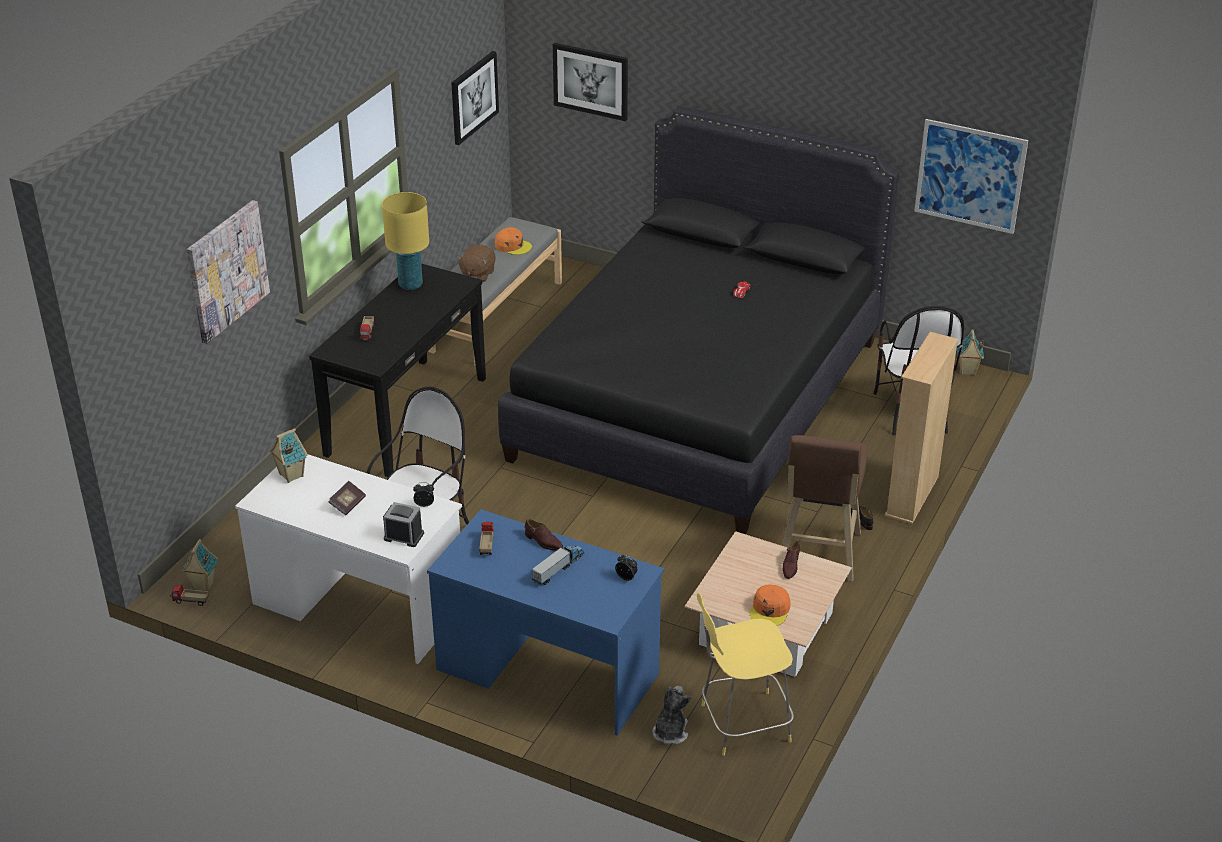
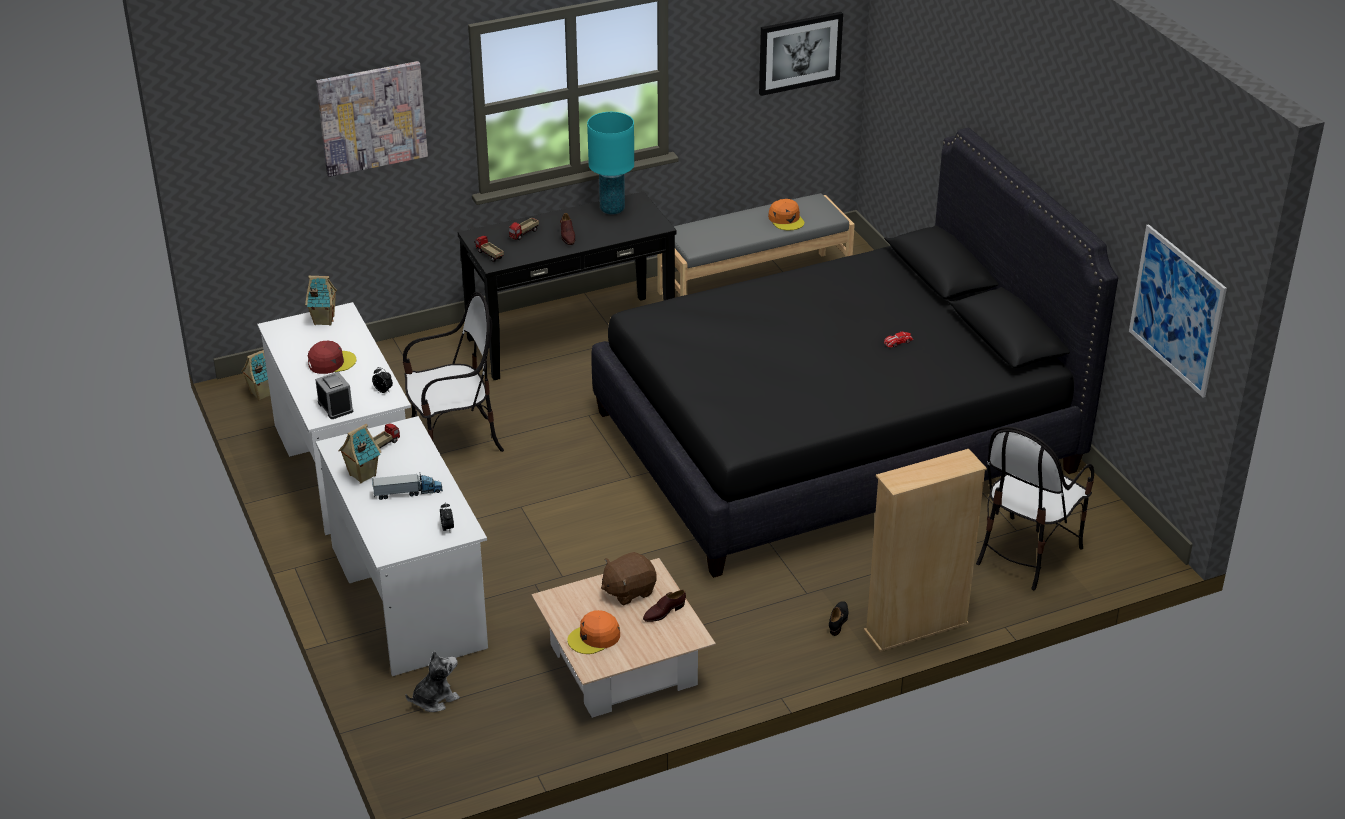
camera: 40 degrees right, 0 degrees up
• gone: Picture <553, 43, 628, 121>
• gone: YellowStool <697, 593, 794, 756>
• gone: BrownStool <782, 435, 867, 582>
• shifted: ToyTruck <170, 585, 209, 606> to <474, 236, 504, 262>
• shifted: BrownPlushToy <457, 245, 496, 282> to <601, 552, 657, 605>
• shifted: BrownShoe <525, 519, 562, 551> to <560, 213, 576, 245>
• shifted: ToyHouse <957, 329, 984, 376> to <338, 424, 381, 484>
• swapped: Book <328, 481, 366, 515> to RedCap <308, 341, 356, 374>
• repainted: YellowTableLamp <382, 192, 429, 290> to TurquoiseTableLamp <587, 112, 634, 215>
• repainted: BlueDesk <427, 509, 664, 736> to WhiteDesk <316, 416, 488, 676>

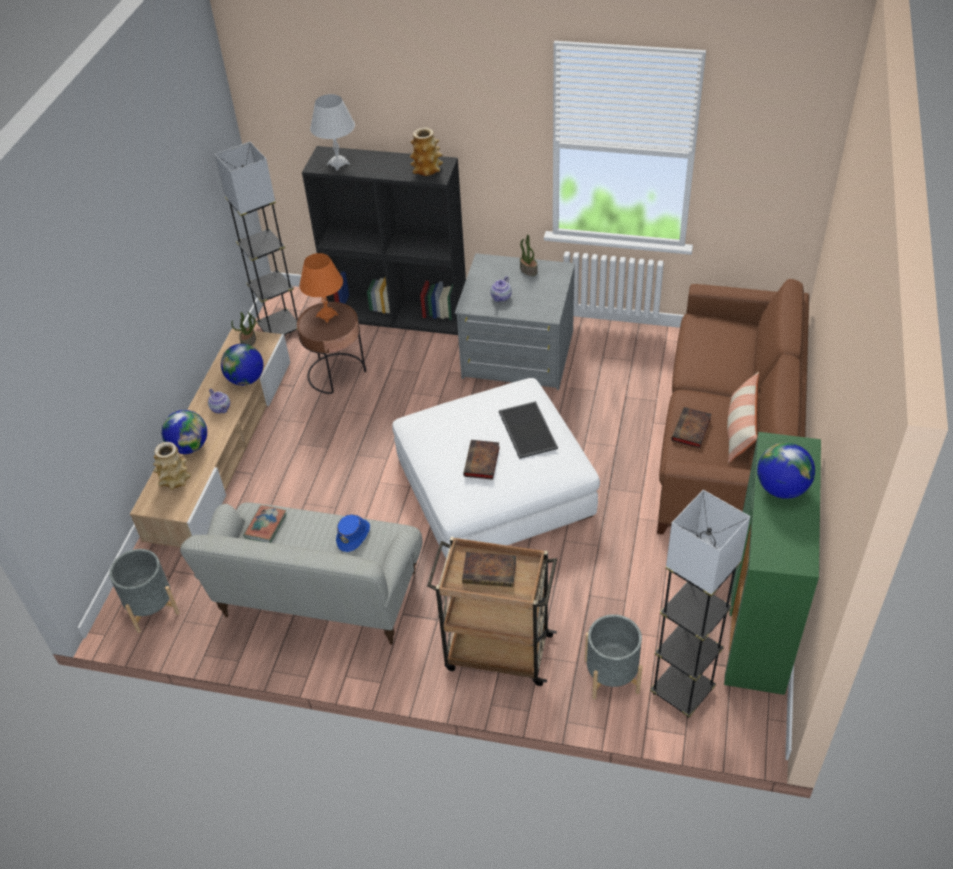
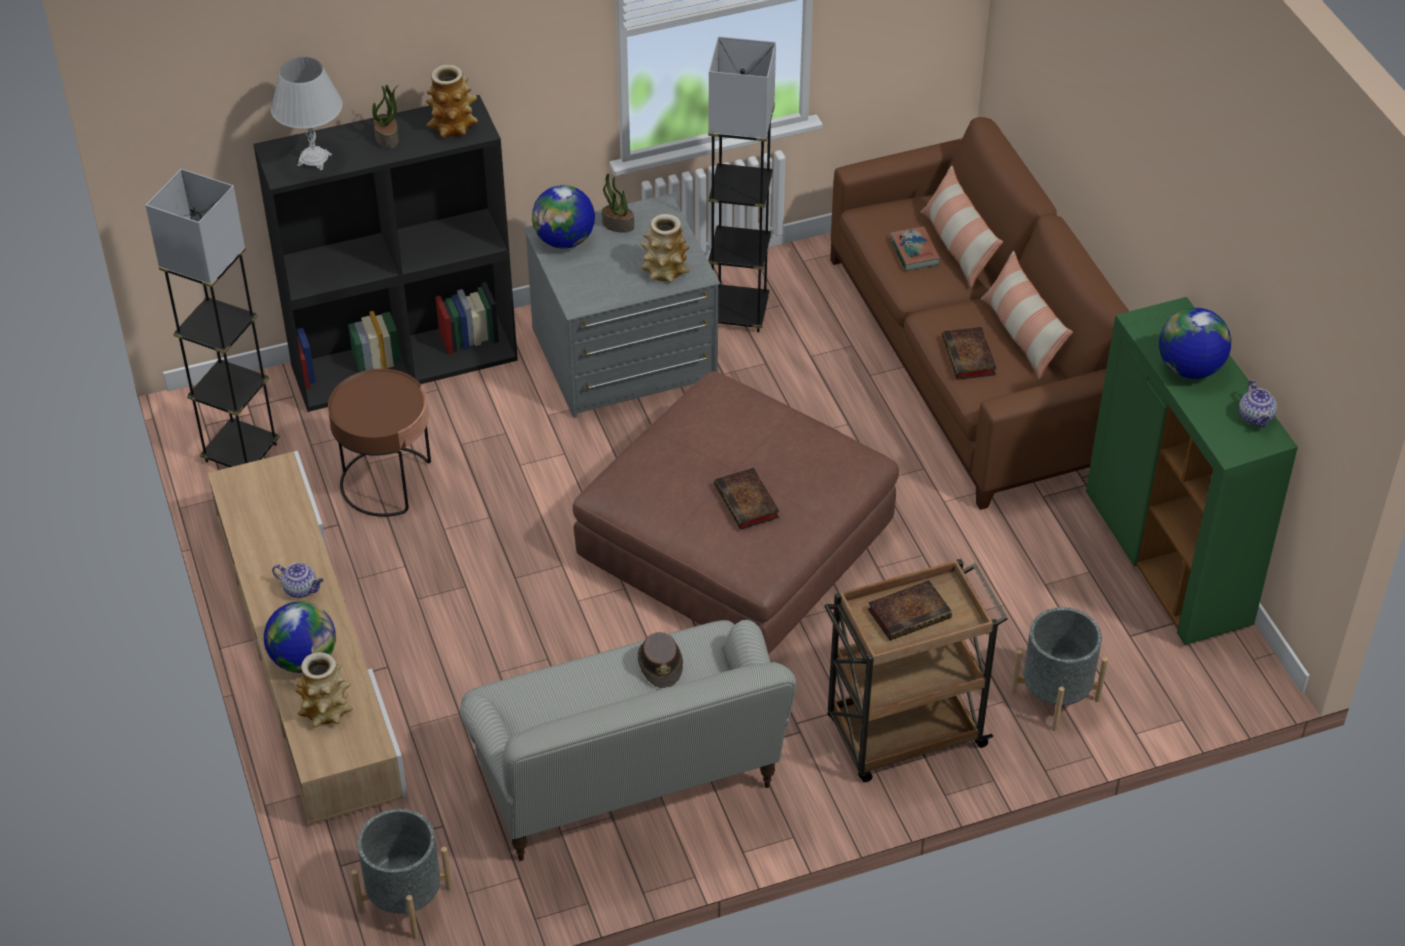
camera: 35 degrees left, 0 degrees up
• gone: OrangeTableLamp <299, 253, 343, 323>
• gone: Tray <499, 401, 558, 459>
• new: Vase <641, 214, 690, 283>
• new: Pillow <921, 166, 1003, 288>
• shifted: Globe <221, 344, 263, 386> to <532, 185, 595, 248>
• shifted: PottedPlant <231, 312, 256, 346> to <372, 85, 399, 149>
• shifted: Book <243, 505, 287, 543> to <889, 227, 941, 271>
• shifted: Teapot <490, 276, 512, 302> to <1239, 380, 1277, 428>
• shifted: GreyFloorLamp <650, 490, 751, 718> to <708, 36, 776, 333>
• repainted: BlueHat <336, 514, 370, 552> to BrownHat <638, 632, 683, 688>
• repainted: WhiteOttoman <392, 378, 600, 558> to BrownOttoman <573, 371, 899, 654>

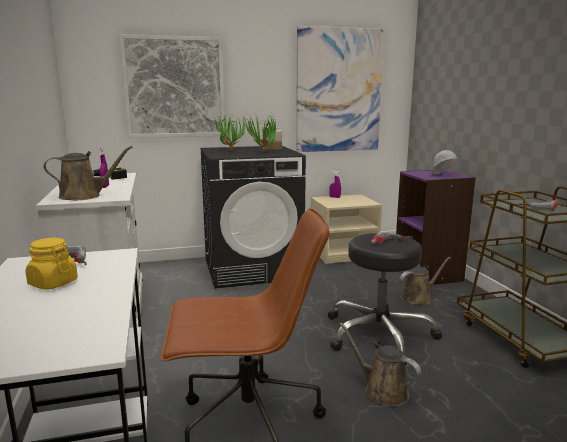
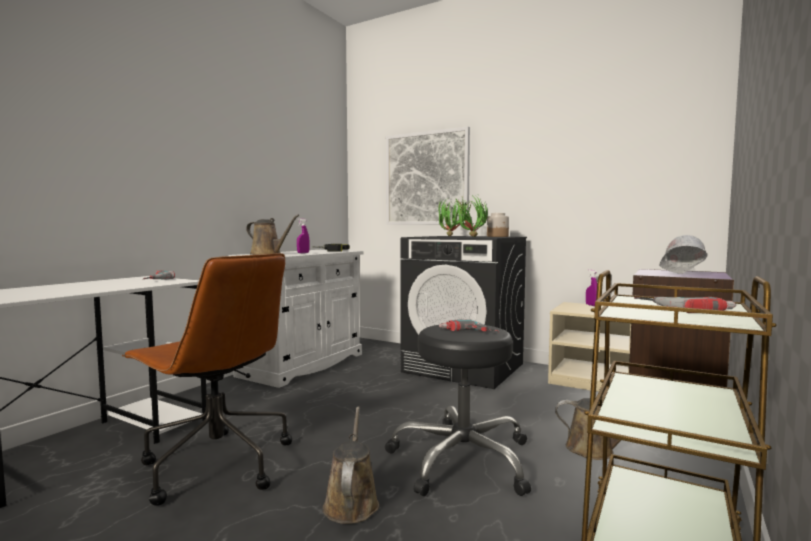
camera: 45 degrees right, 10 degrees down
• gone: YellowJar <25, 238, 78, 290>
• gone: Picture <296, 26, 384, 152>

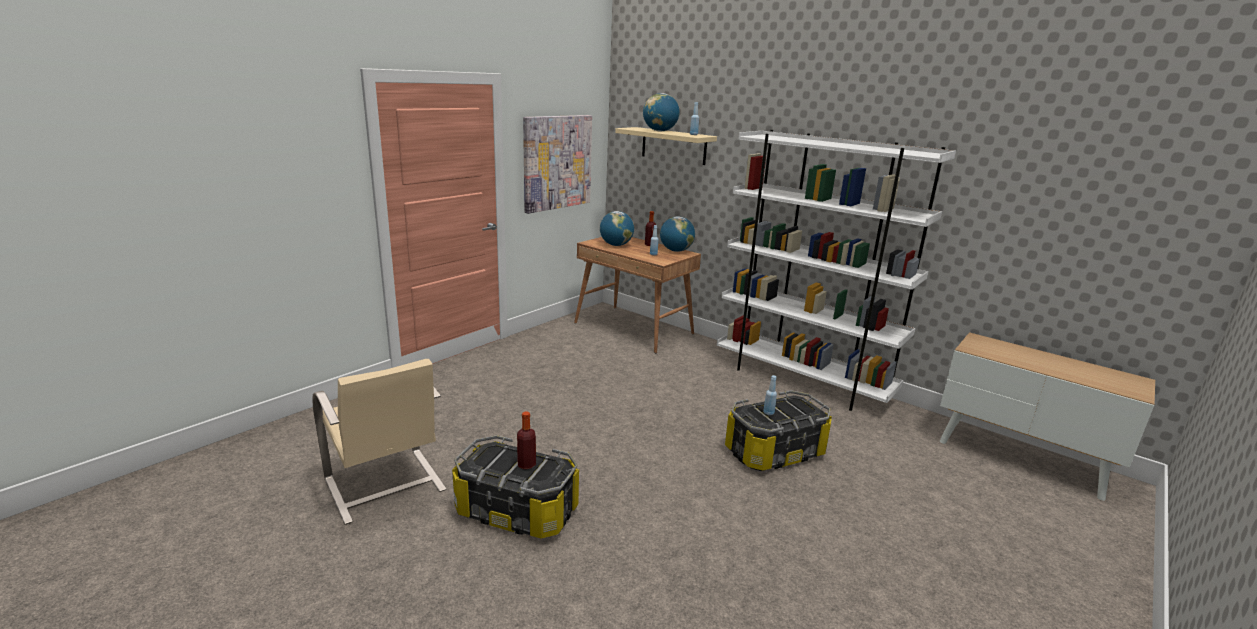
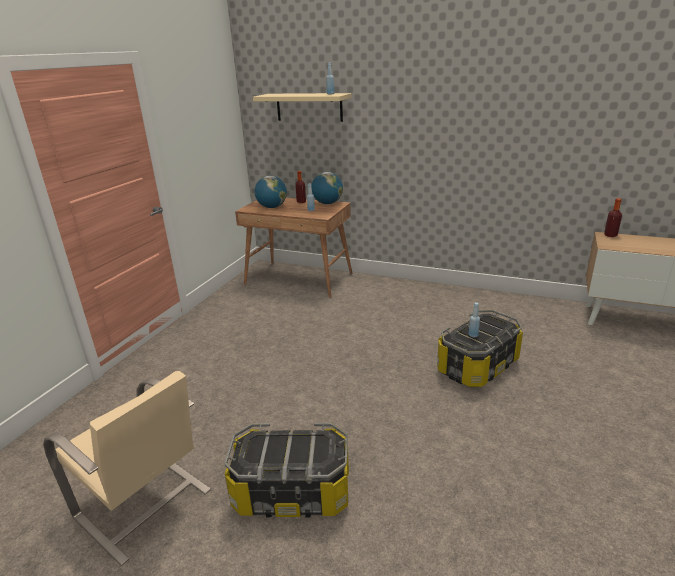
camera: 15 degrees left, 5 degrees up
• gone: Picture <523, 115, 592, 214>
• gone: Globe <643, 93, 679, 132>
• gone: WhiteBookcase <717, 130, 956, 411>
• shifted: Bottle <517, 411, 536, 469> to <604, 198, 622, 237>

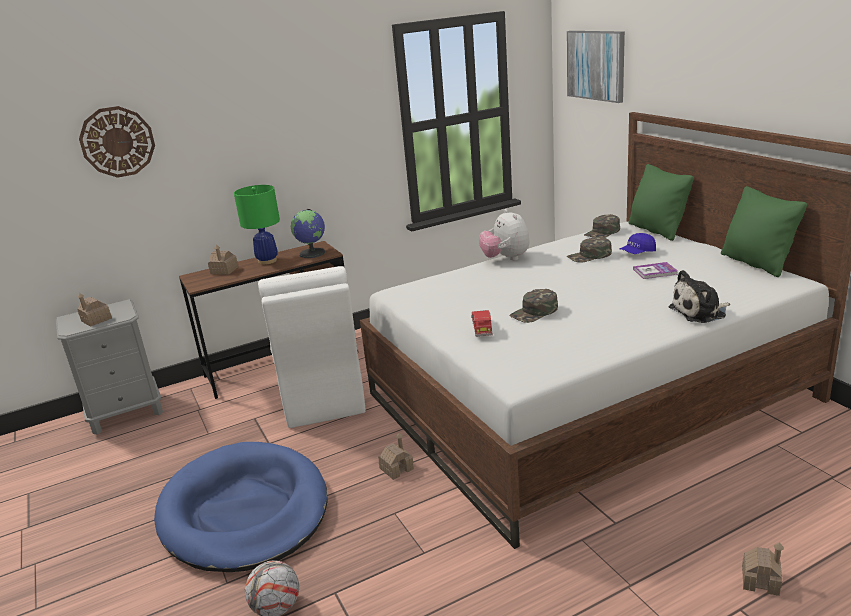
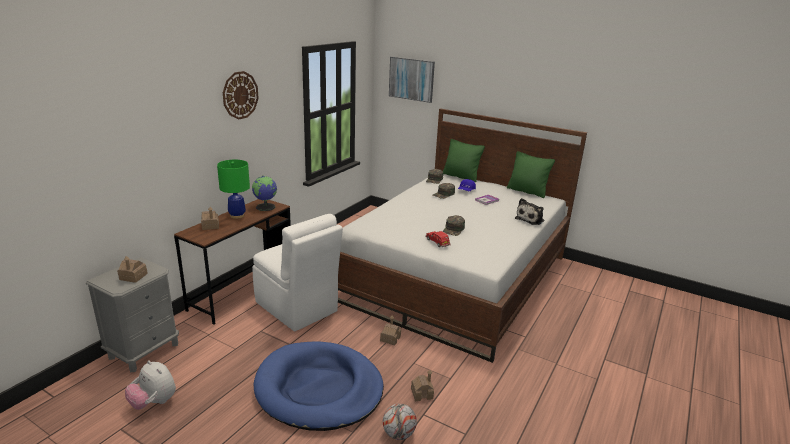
camera: 35 degrees left, 0 degrees up
• shifted: WallClock <79, 106, 155, 178> to <223, 71, 259, 120>
• shifted: PlushToy <479, 209, 530, 261> to <125, 360, 176, 410>
• shifted: ToyHouse <742, 542, 784, 596> to <411, 370, 434, 401>

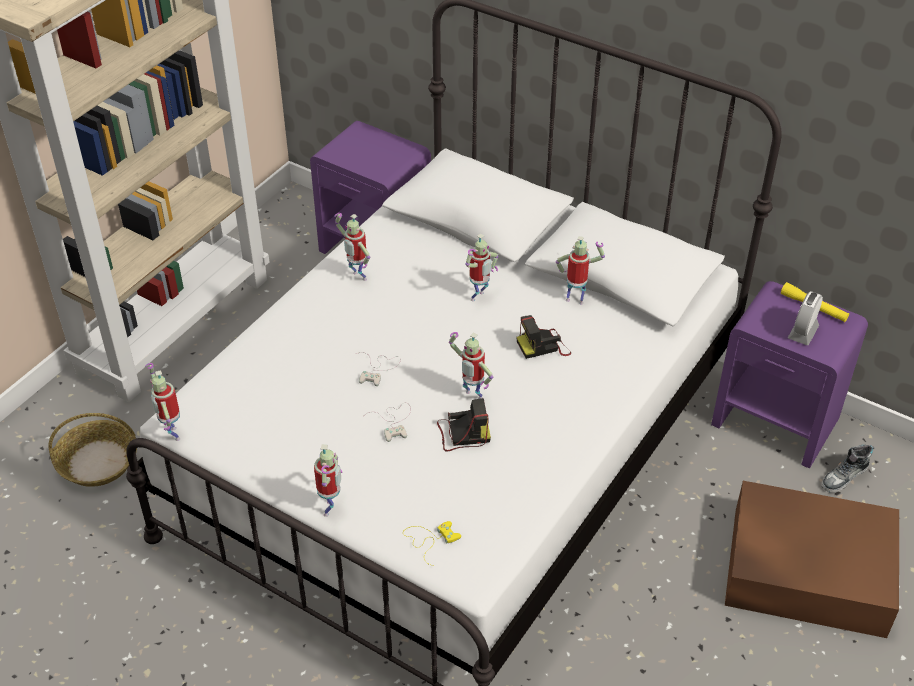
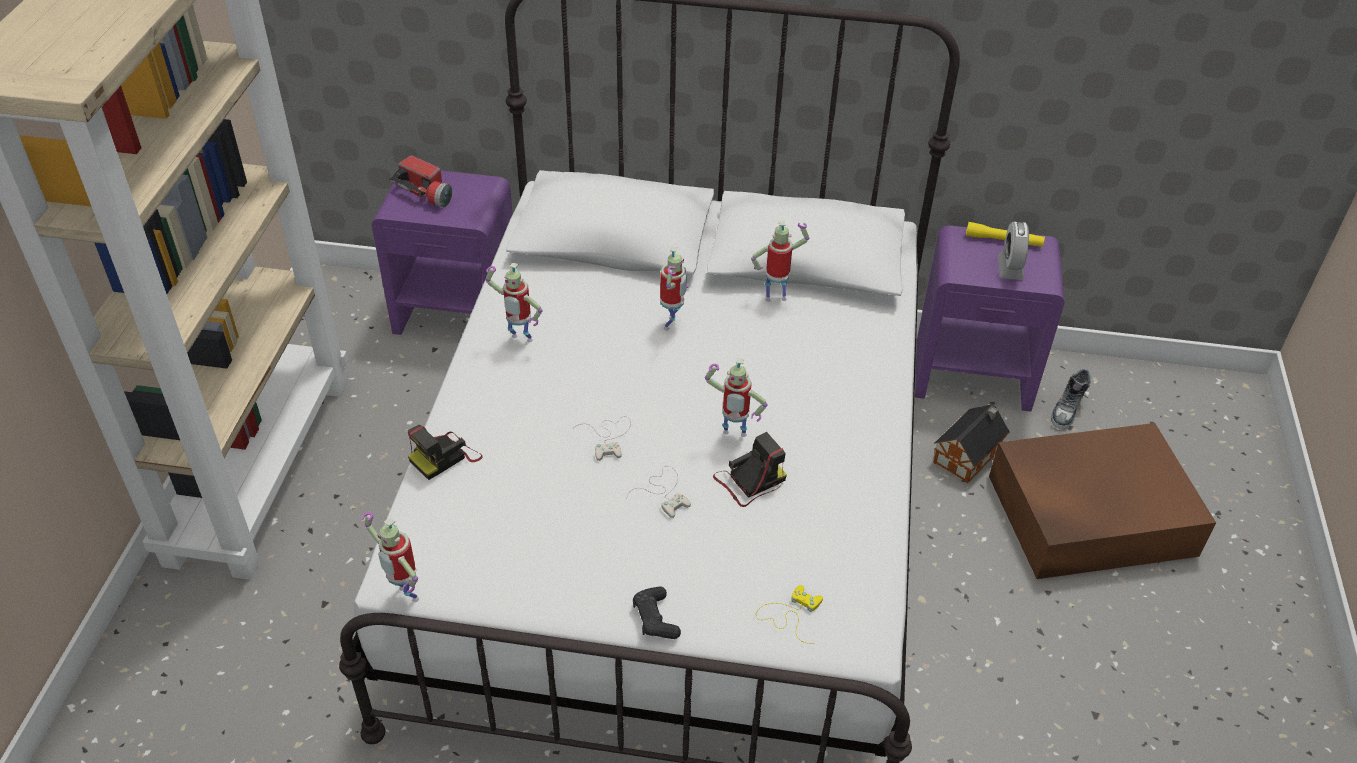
camera: 25 degrees left, 0 degrees up
• gone: Basket <48, 413, 137, 487>
• new: Flashlight <389, 155, 452, 208>
• new: ToyHouse <933, 404, 1010, 483>
• shifted: PhotoCamera <516, 315, 571, 359> to <407, 425, 483, 480>
• swapped: ToyRobot <314, 444, 342, 517> to BlackGameController <633, 586, 681, 639>

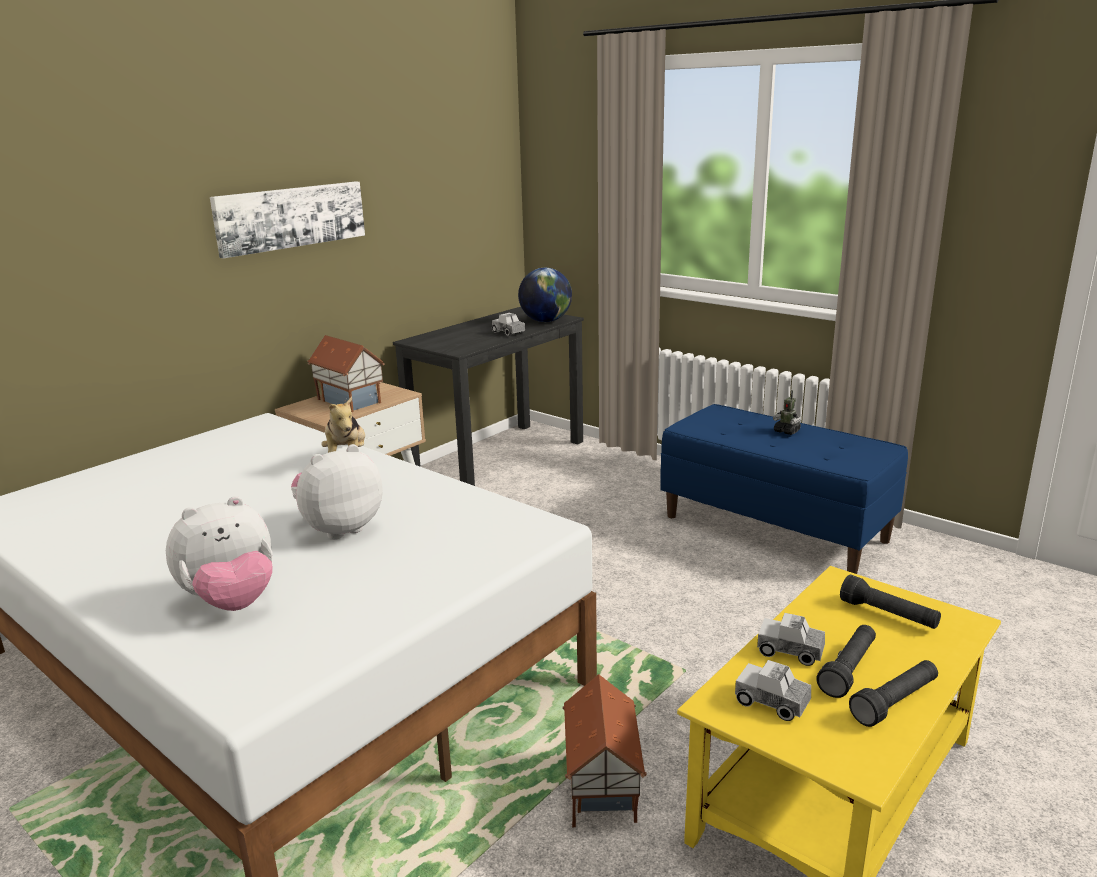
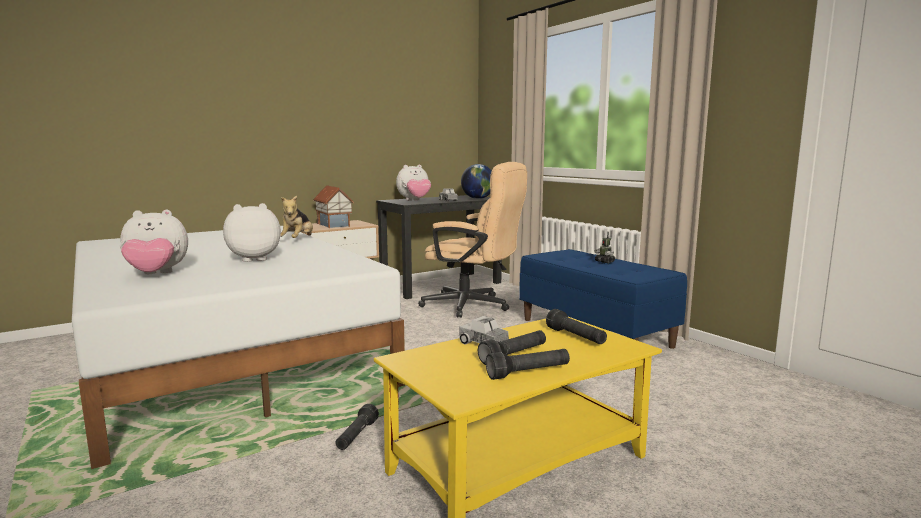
camera: 15 degrees right, 10 degrees down
• gone: Picture <210, 181, 365, 258>
• gone: ToyTruck <735, 660, 811, 721>
• new: PlushToy <396, 165, 431, 201>
• new: BeigeOfficeChair <418, 162, 527, 318>
• swapped: ToyHouse <562, 674, 647, 827> to BlackFlashlight <335, 404, 379, 450>

